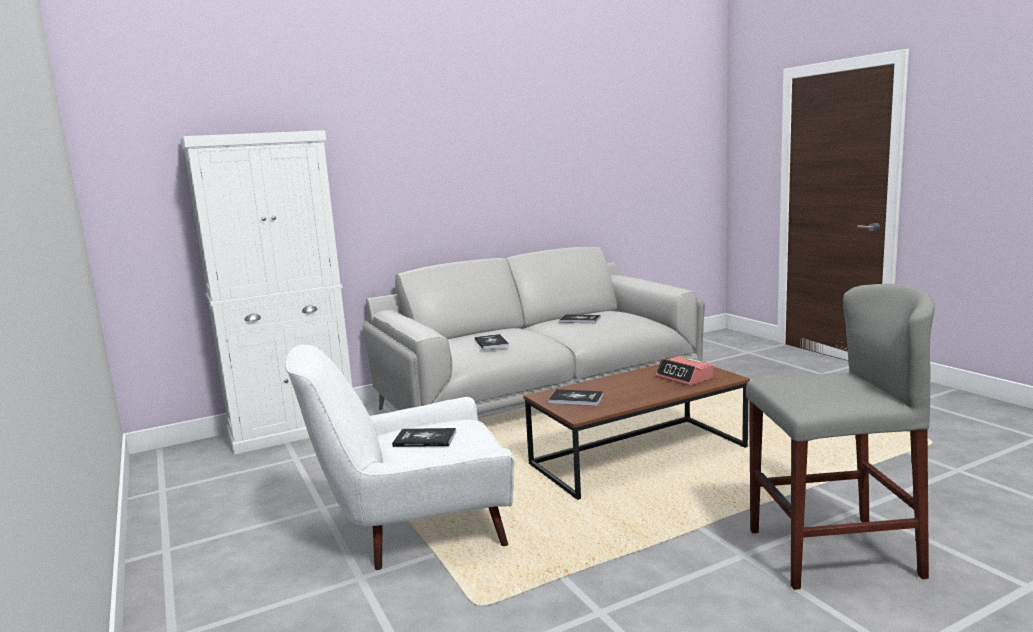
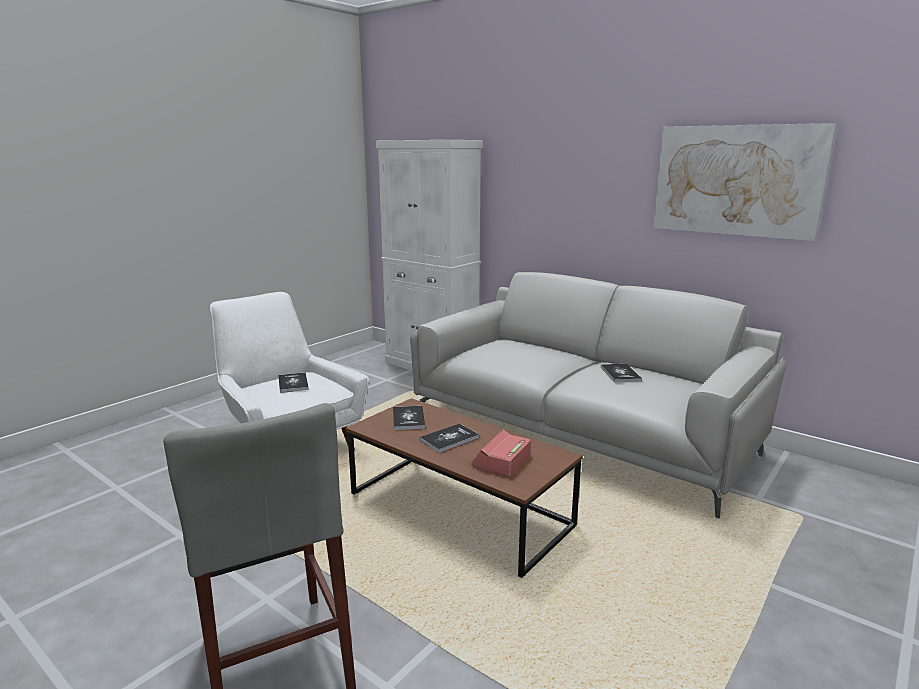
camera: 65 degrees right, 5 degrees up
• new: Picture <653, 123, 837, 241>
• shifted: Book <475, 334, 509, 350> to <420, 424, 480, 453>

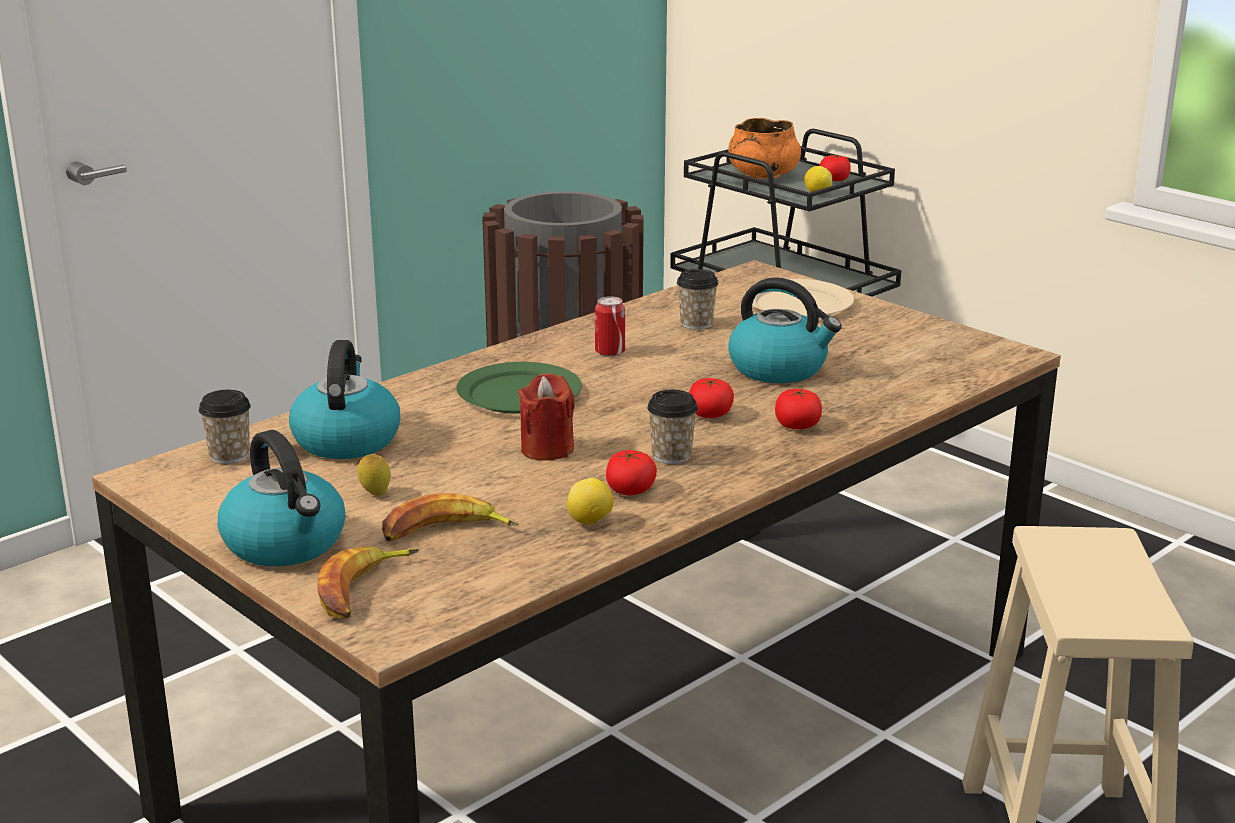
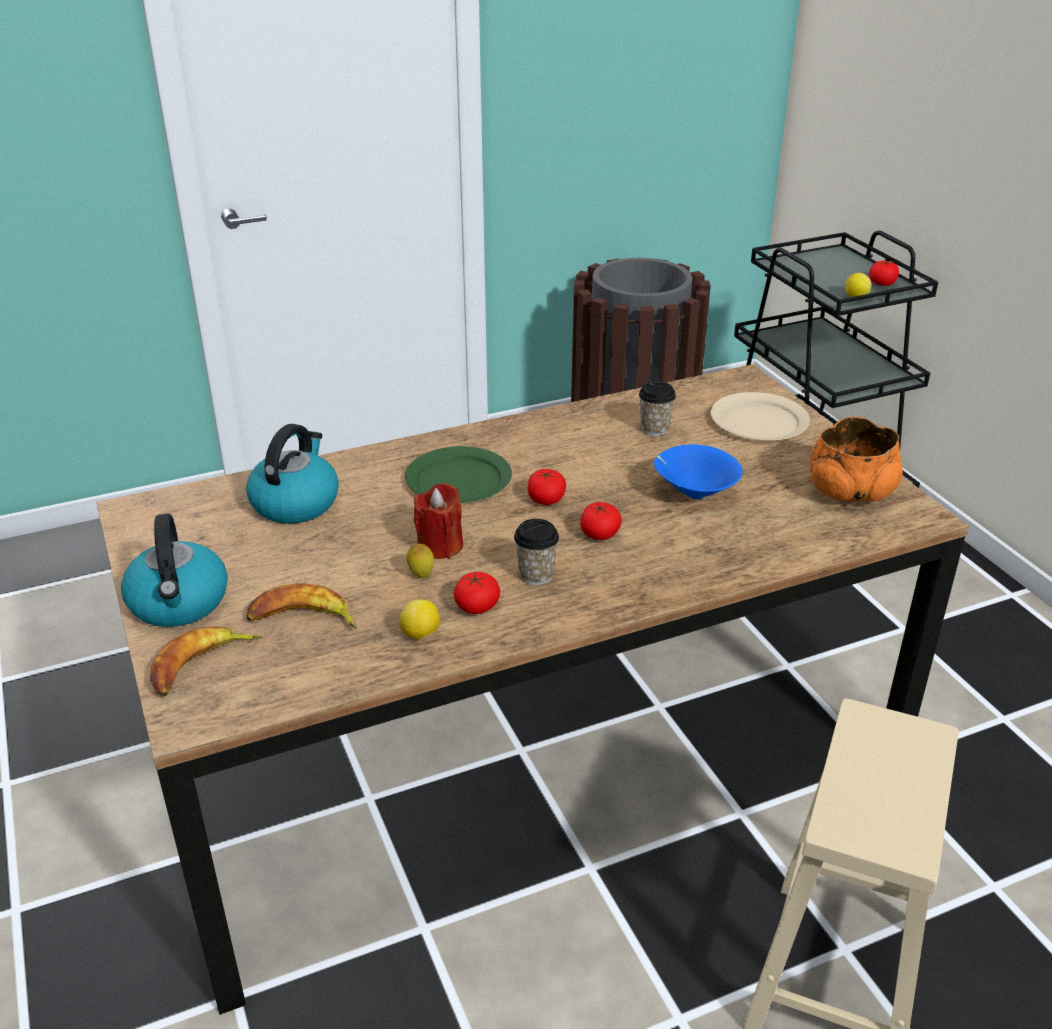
camera: 20 degrees right, 10 degrees up
• gone: Cup <199, 390, 251, 464>
• gone: Can <595, 296, 625, 357>
• shifted: Lemon <357, 454, 391, 496> to <406, 544, 434, 578>
• shifted: OrangeBowl <728, 118, 801, 179> to <810, 417, 903, 502>
• shifted: Tomato <775, 389, 822, 430> to <528, 469, 566, 505>
• swapped: Kettle <728, 278, 842, 383> to BlueBowl <653, 444, 742, 499>

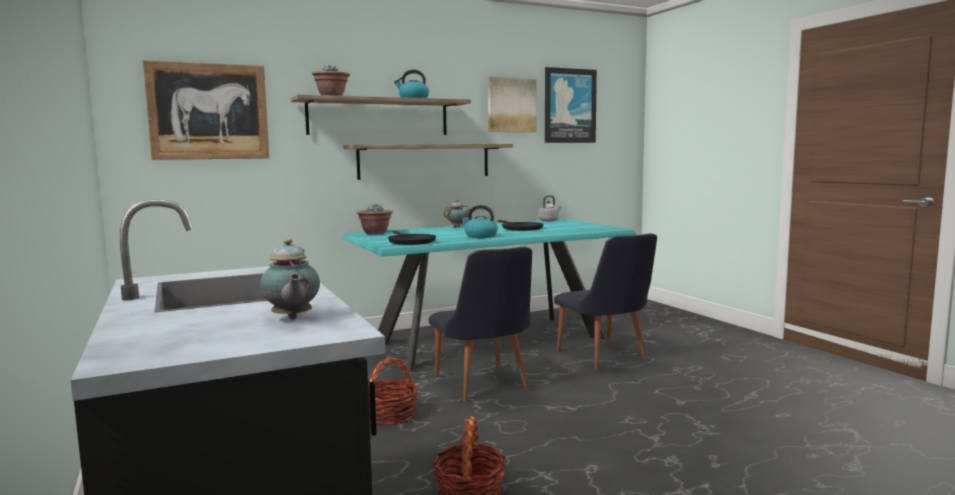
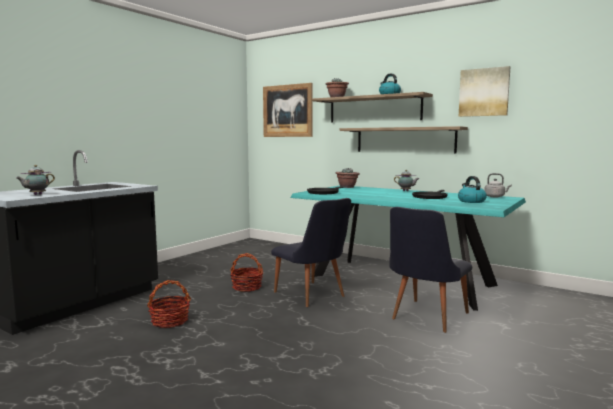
camera: 60 degrees right, 0 degrees up
• gone: Picture <545, 67, 597, 143>
• shifted: Kettle <461, 205, 498, 238> to <458, 176, 487, 203>
• rotated: BlackChair <429, 247, 532, 402> = <271, 198, 351, 307> 75 degrees counterclockwise

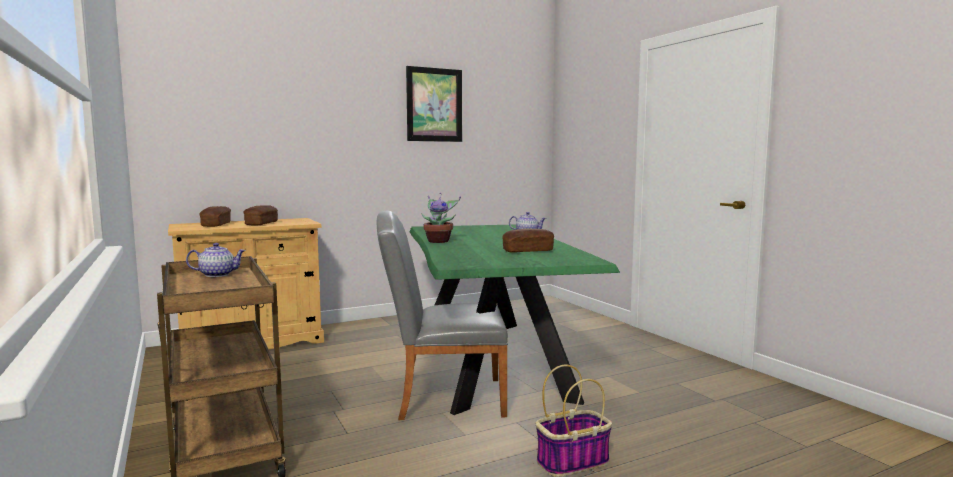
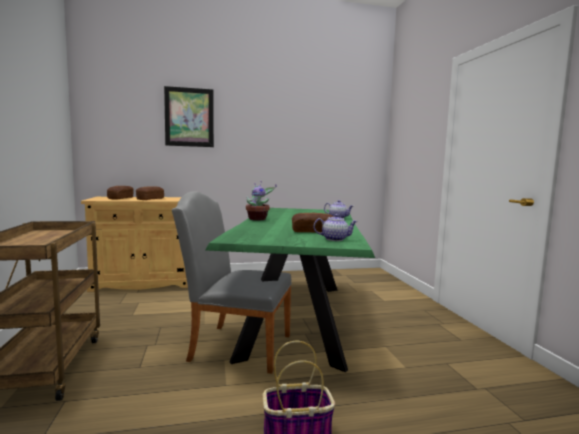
camera: 15 degrees right, 0 degrees up
• shifted: Teapot <186, 243, 246, 277> to <313, 214, 358, 241>
• shifted: Picture <406, 66, 462, 142> to <164, 86, 214, 147>

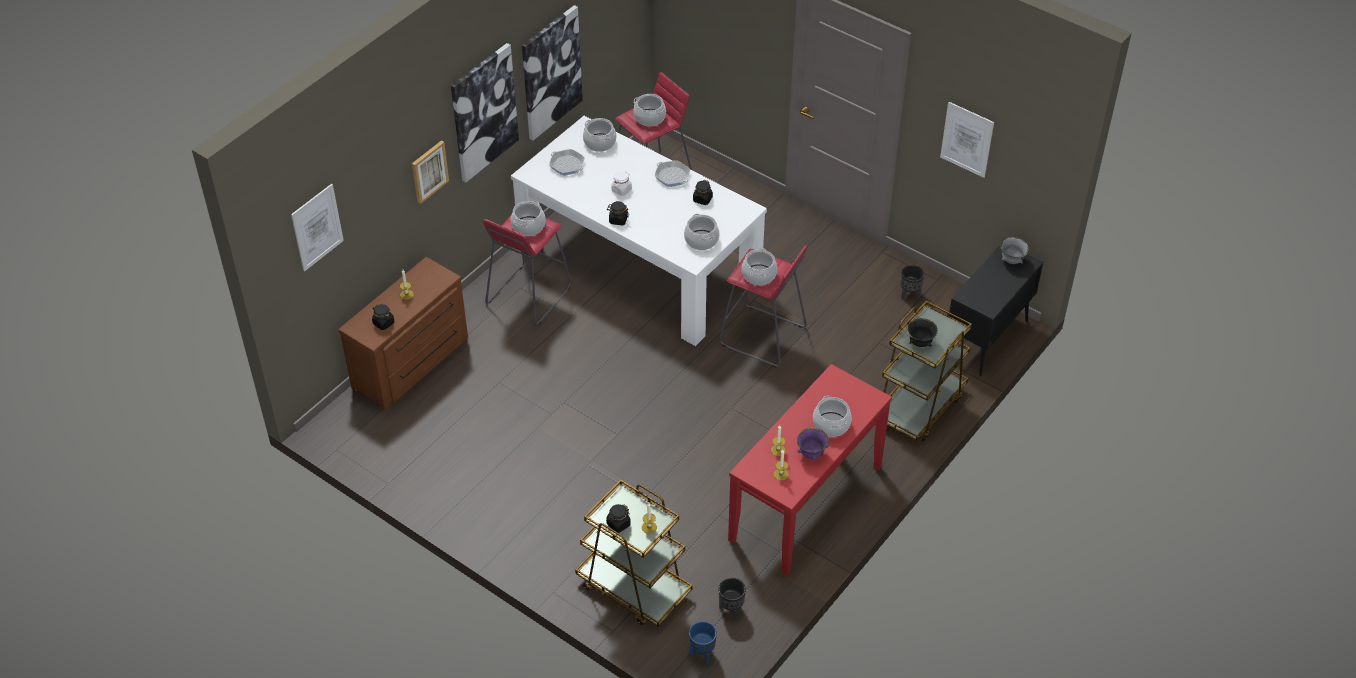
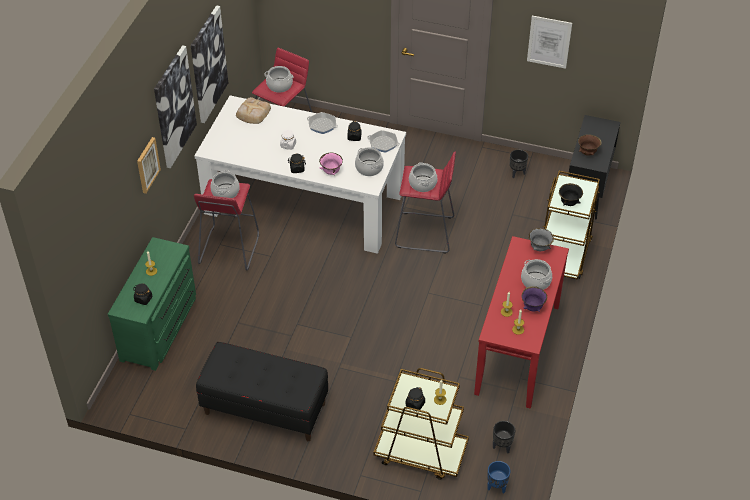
camera: 20 degrees left, 0 degrees up
• gone: Picture <291, 184, 344, 271>
• new: BlackBench <196, 342, 328, 441>
• new: PinkBowl <319, 153, 343, 175>
• new: BrownBowl <578, 134, 602, 156>
• shifted: FryingPan <549, 149, 585, 176> to <367, 130, 400, 153>
• shifted: GreyBowl <1000, 237, 1029, 264> to <529, 228, 554, 251>
• swapped: CookingPot <583, 118, 616, 152> to Bread <236, 97, 271, 124>
• repainted: BrownDresser <338, 257, 468, 410> to GreenDresser <108, 237, 196, 371>

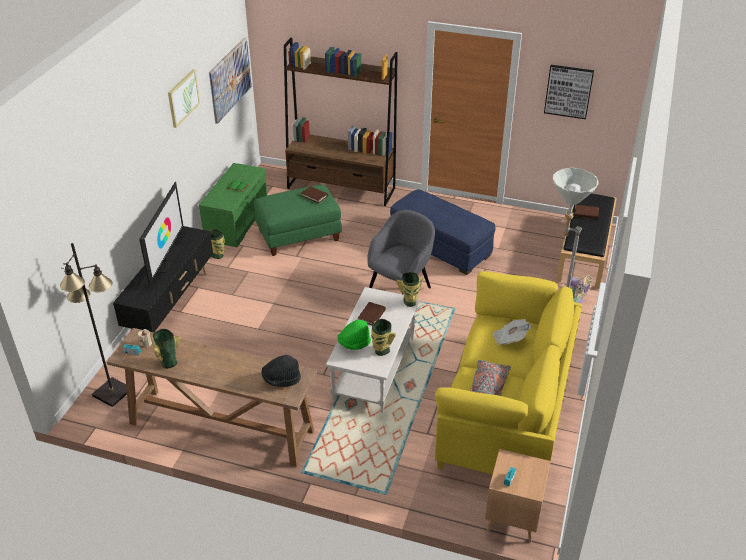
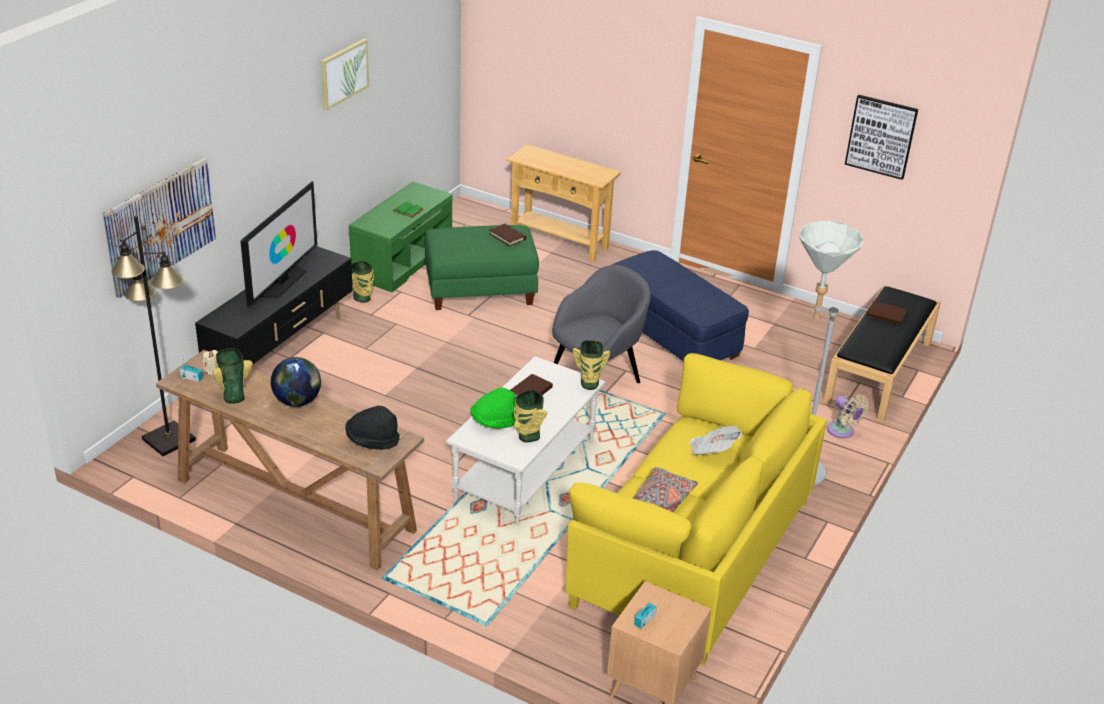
camera: 10 degrees right, 5 degrees down
• new: Globe <271, 357, 321, 407>
• shifted: Picture <209, 37, 251, 124> to <102, 158, 216, 298>
• swapped: BrownBookcase <284, 38, 398, 206> to BeigeConsoleTable <506, 144, 621, 262>

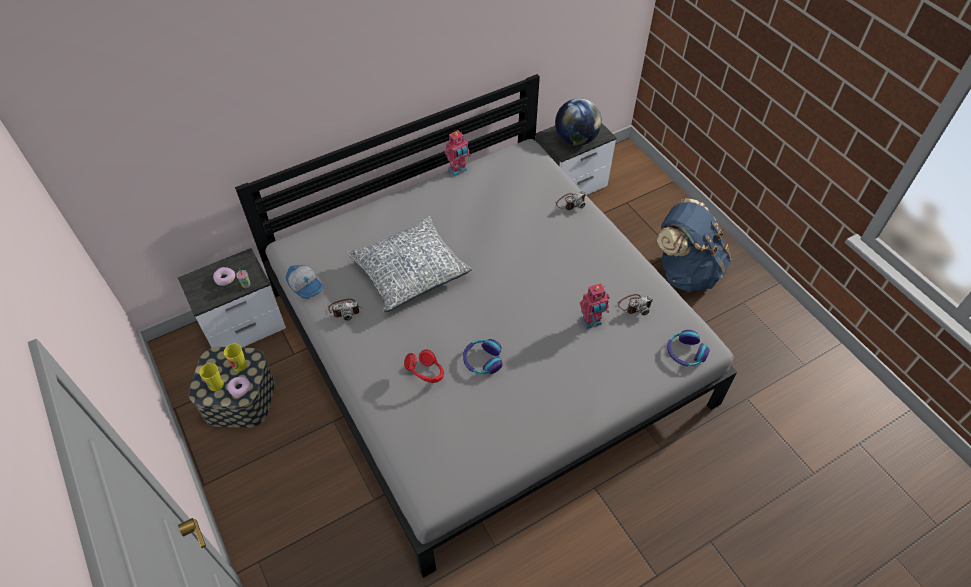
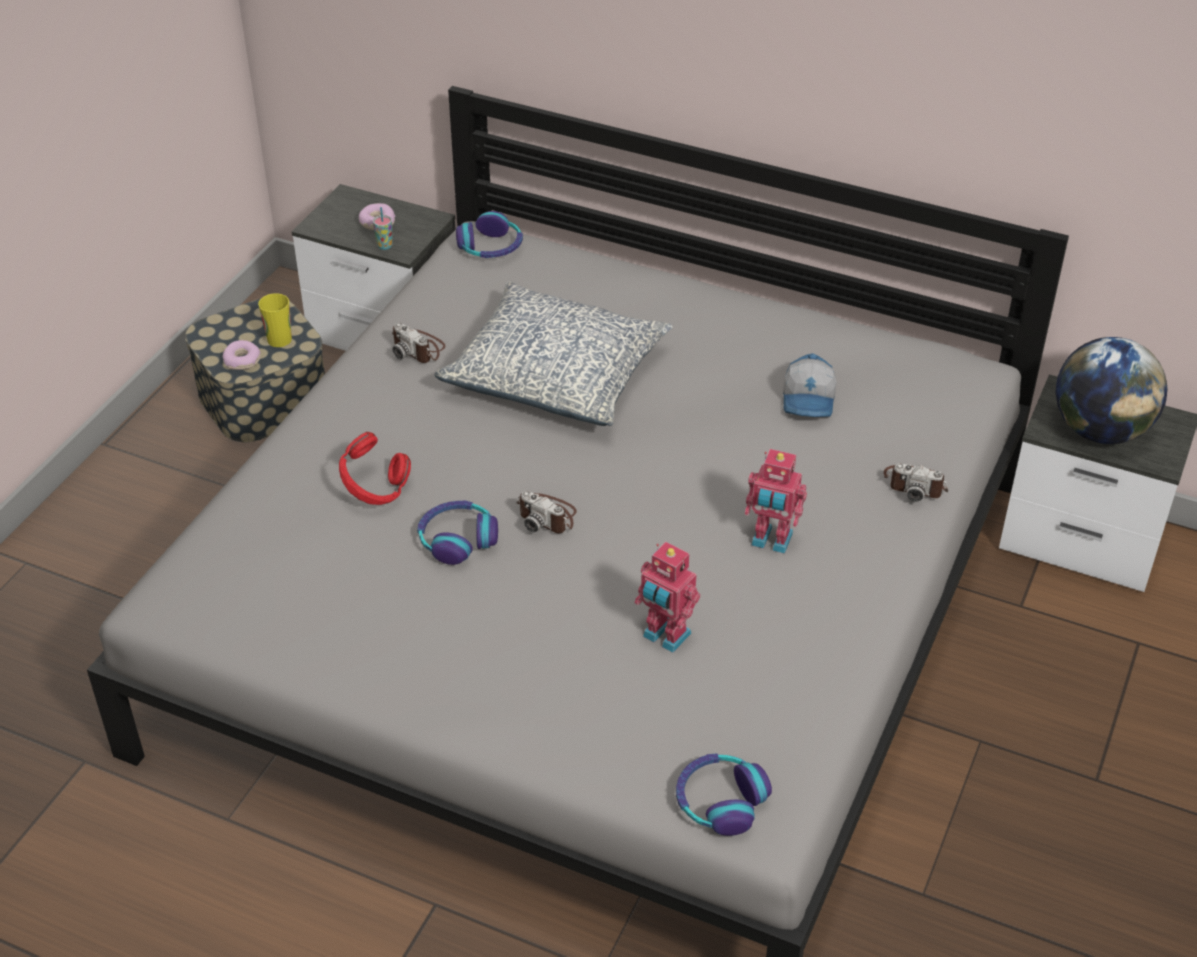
camera: 55 degrees right, 10 degrees down
• gone: Cup <199, 363, 224, 391>
• gone: BlueBackpack <657, 198, 732, 292>
• new: Headphones <456, 211, 523, 258>
• shifted: Cap <286, 265, 324, 299> to <783, 353, 837, 417>
• shifted: ToyRobot <445, 130, 471, 176> to <745, 449, 807, 554>
• shifted: PhotoCamera <618, 294, 653, 315> to <516, 491, 577, 533>

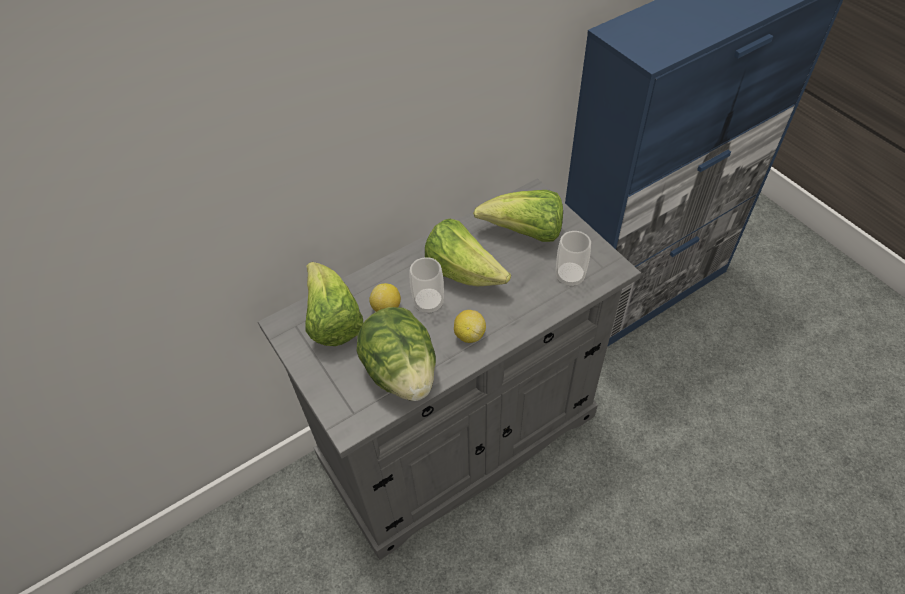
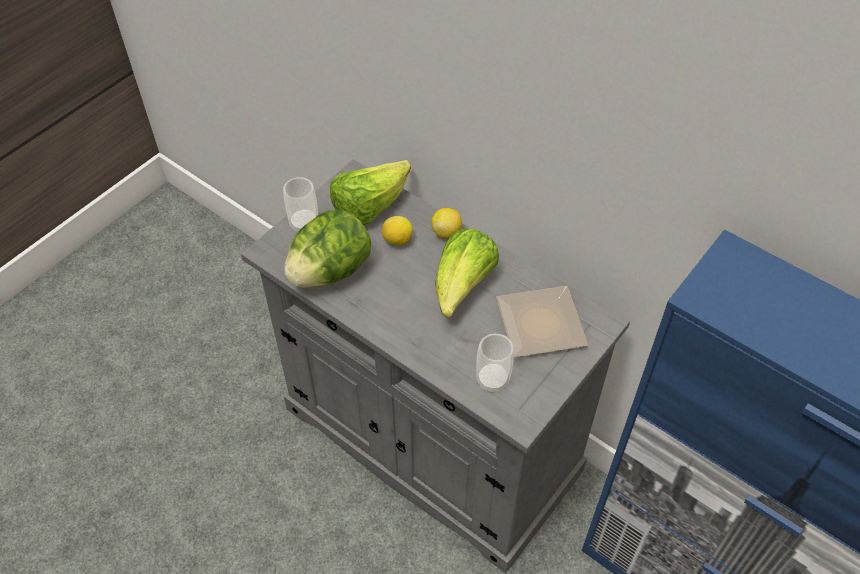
camera: 70 degrees right, 0 degrees up
• shifted: Cup <410, 257, 444, 314> to <283, 177, 318, 232>
• shifted: Lemon <454, 310, 486, 343> to <431, 208, 462, 239>
• swapped: Lettuce <473, 190, 563, 242> to Plate <496, 286, 588, 357>

